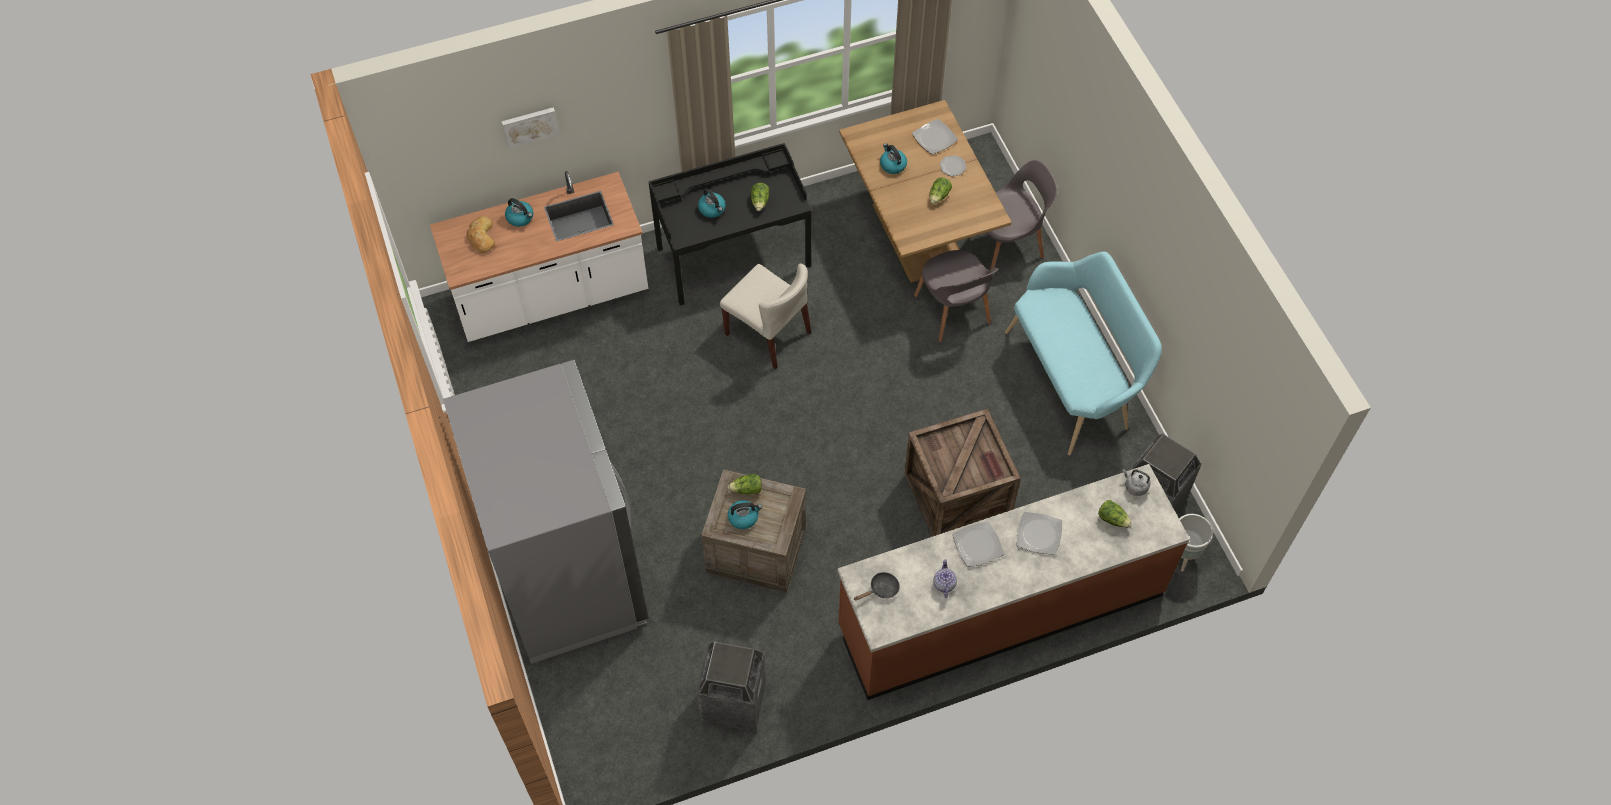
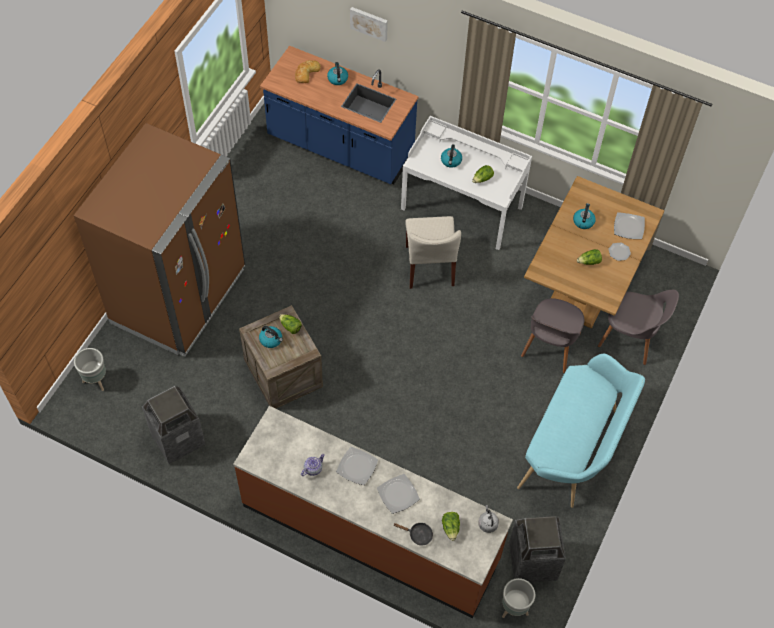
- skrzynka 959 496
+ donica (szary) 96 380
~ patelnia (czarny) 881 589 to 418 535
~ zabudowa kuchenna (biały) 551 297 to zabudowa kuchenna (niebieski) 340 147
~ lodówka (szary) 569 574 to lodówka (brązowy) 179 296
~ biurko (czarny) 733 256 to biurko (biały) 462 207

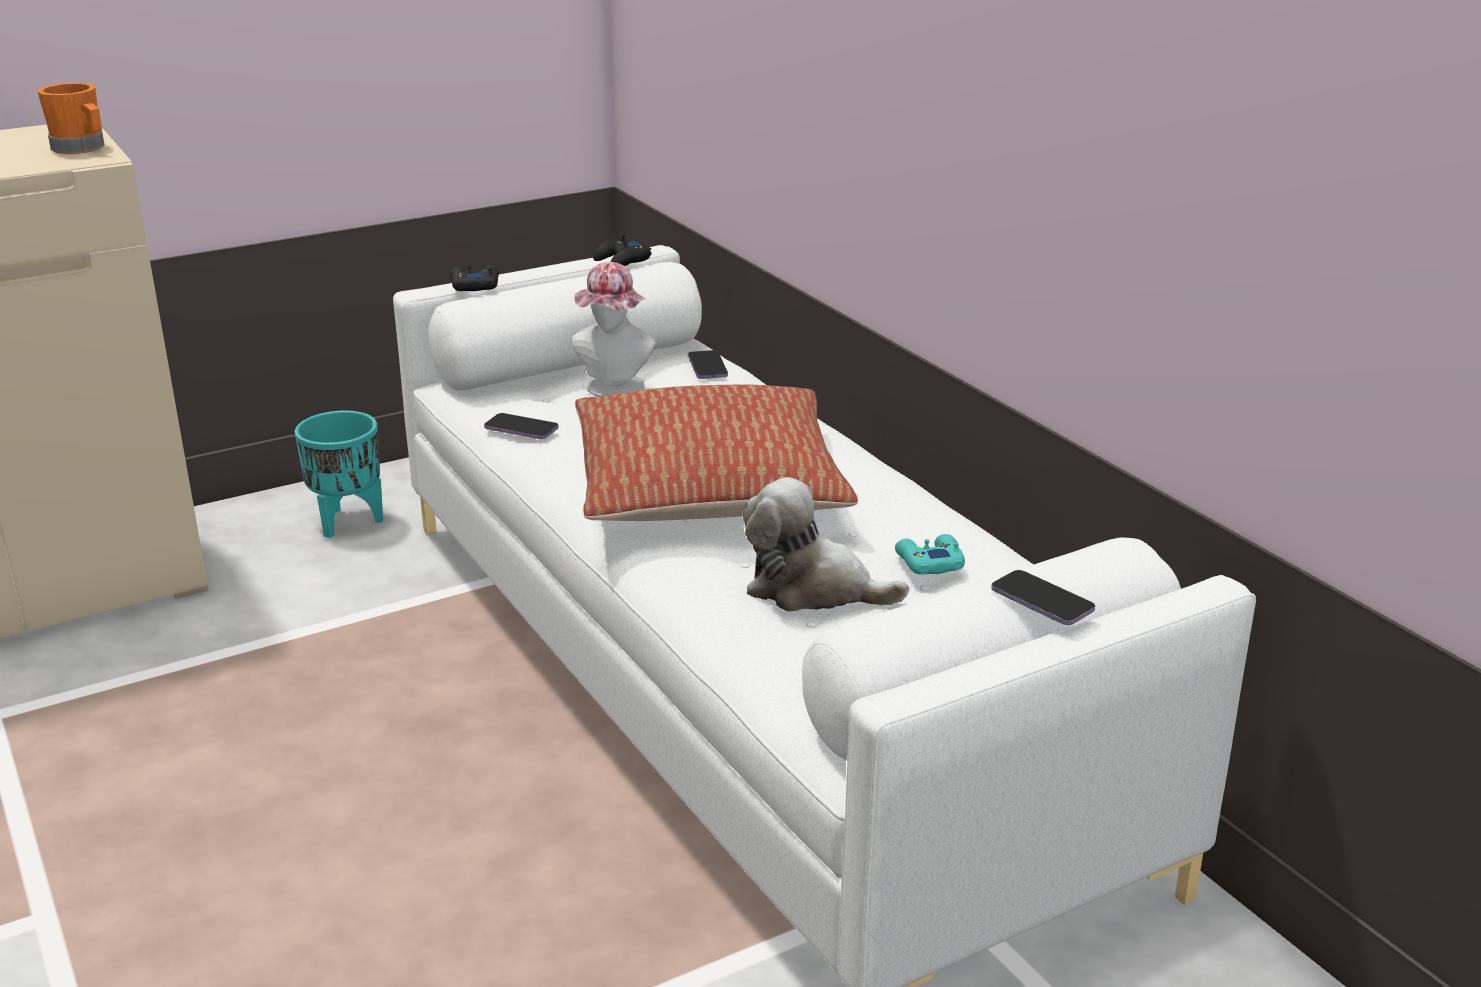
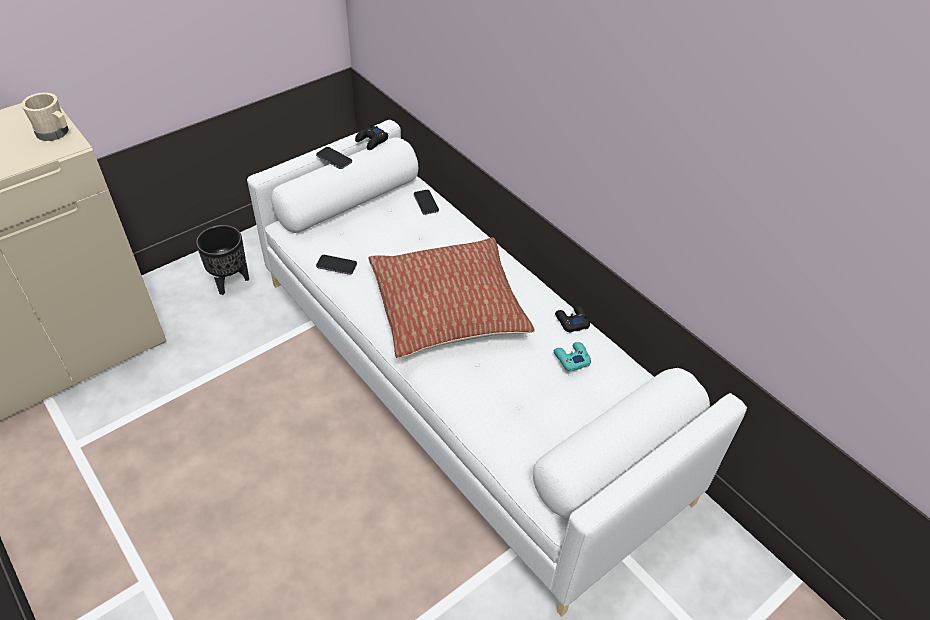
- kapelusz 614 390
- pluszak 812 589
~ pad do gier (czarny) 474 286 to 571 321
~ telefon 1042 601 to 334 159
~ kubek (pomarańczowy) 82 148 to kubek (beżowy) 55 133
~ donica (turkusowy) 347 522 to donica (czarny) 229 282

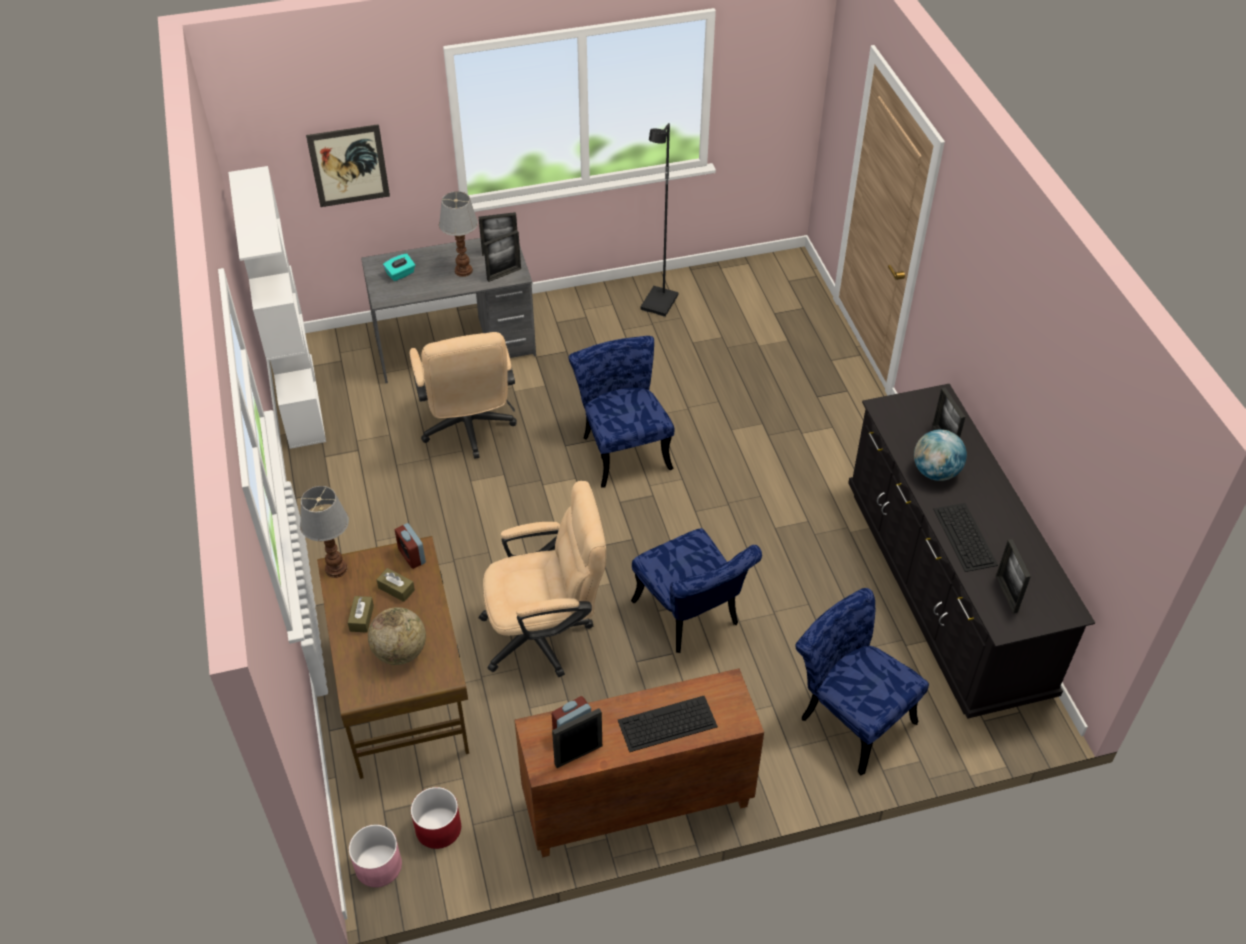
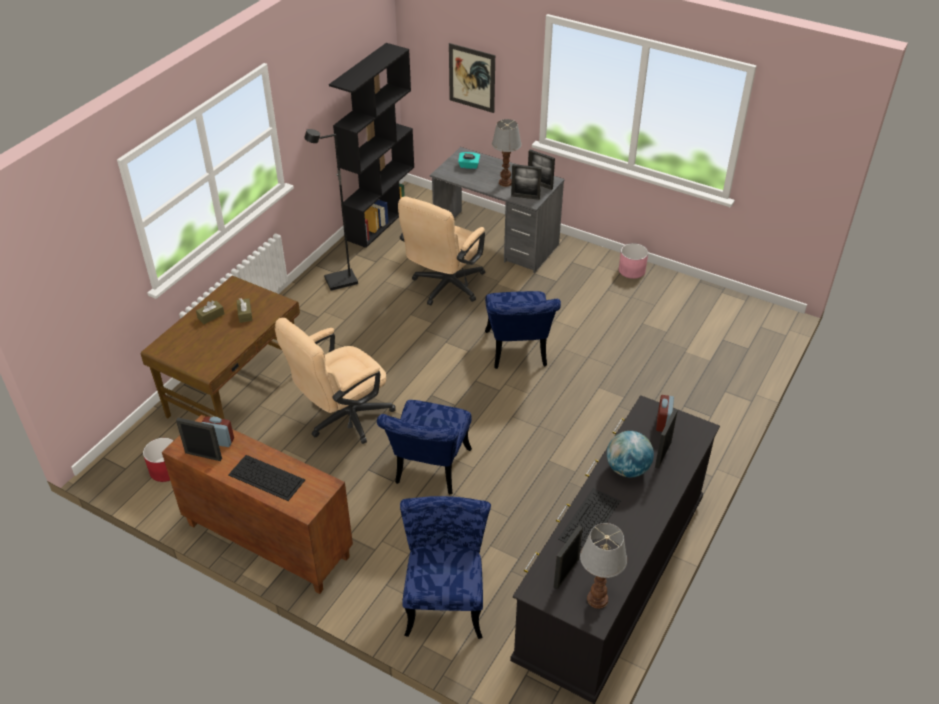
- globus 400 652
~ lampa stołowa 335 569 to 596 599
~ donica (różowy) 378 865 to 632 270
~ budzik 412 556 to 663 423
~ lampa stojąca (czarny) 660 303 to 341 281
~ regał (biały) 300 400 to regał (czarny) 380 219
~ krzesło biurowe (beżowy) 546 634 = 342 419 105 degrees clockwise
~ krzesło (niebieski) 622 447 = 517 353 150 degrees clockwise

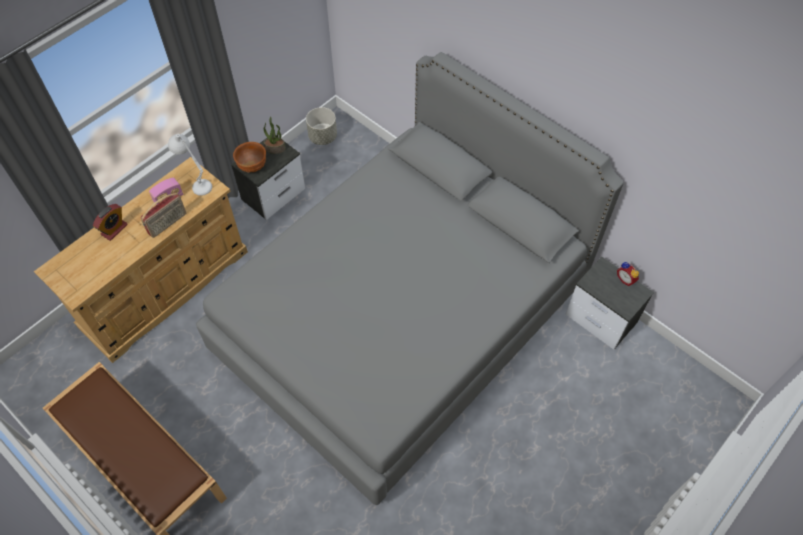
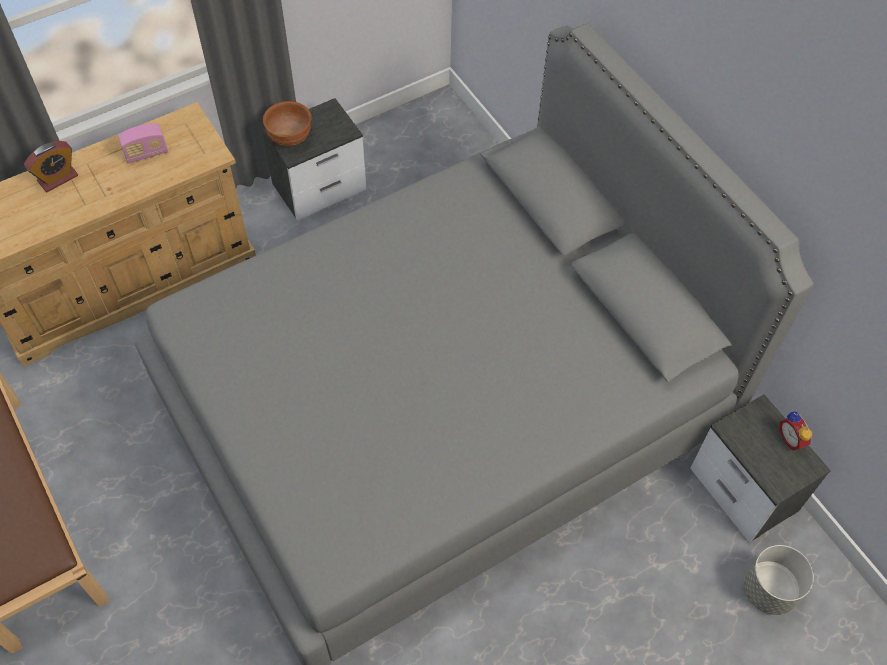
- radio 168 224
- lampa stołowa (biały) 197 183
- roślina doniczkowa 275 148
~ donica (szary) 322 137 to 768 590

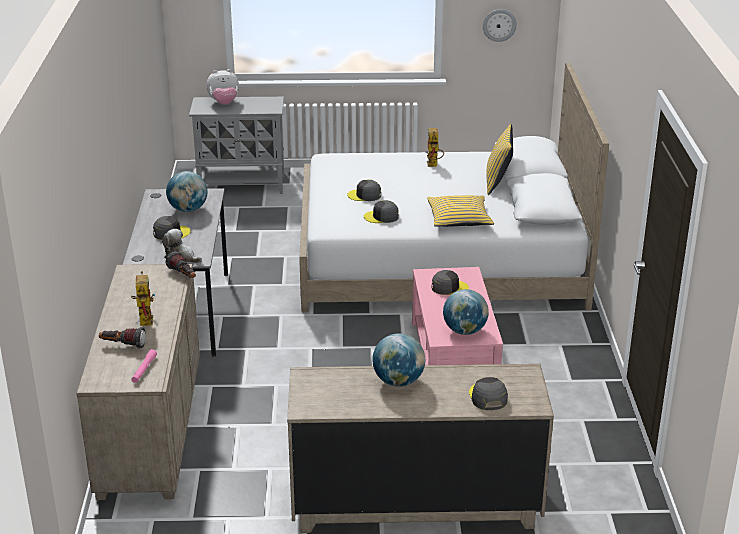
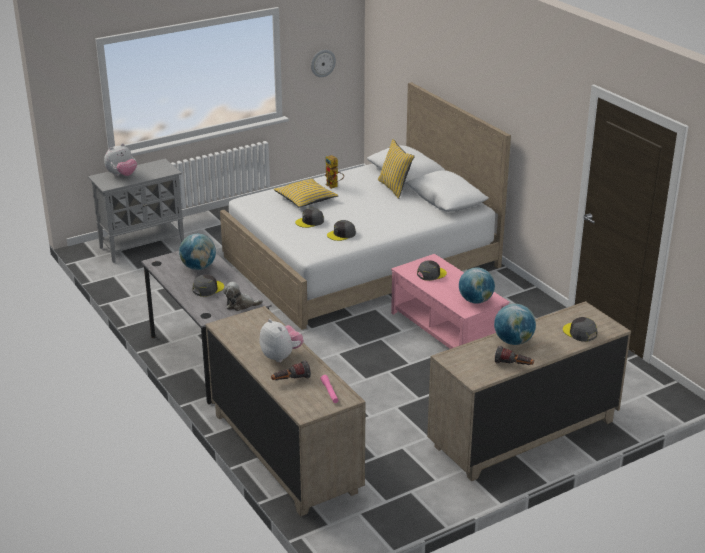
~ latarka 183 275 to 513 365
~ poduszka (żółty) 459 218 to 305 199
~ robot zabawkowy 144 318 to pluszak 281 356

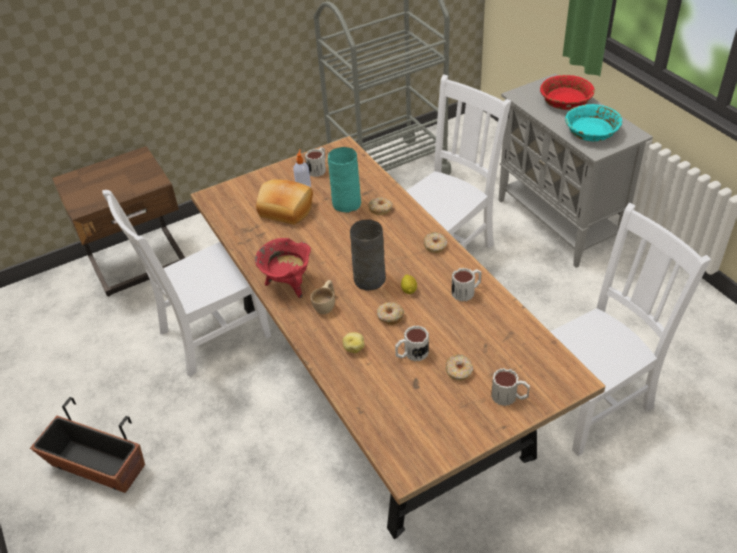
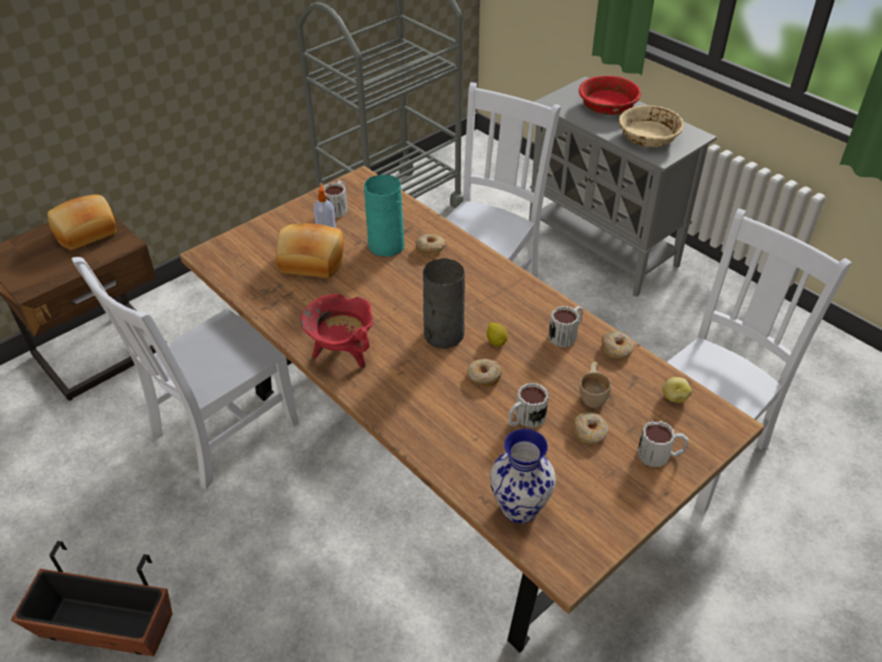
+ chleb 86 233
+ wazon 520 509
~ filiżanka (beżowy) 326 305 to 593 394
~ ziemniak 354 348 to 674 397
~ donut 435 246 to 617 349
~ miska (turkusowy) 591 131 to miska (beżowy) 648 136

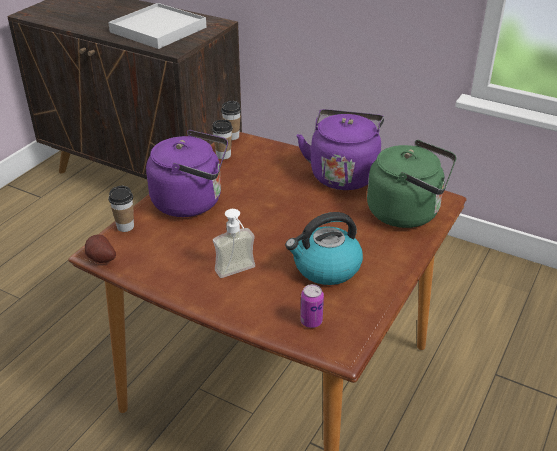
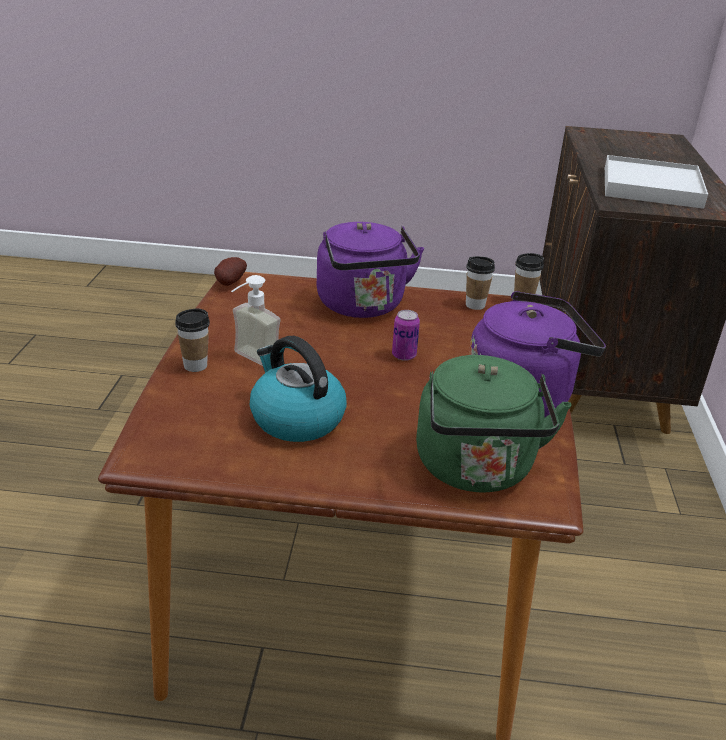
~ filiżanka 125 227 to 195 366
~ puszka 311 321 to 404 355

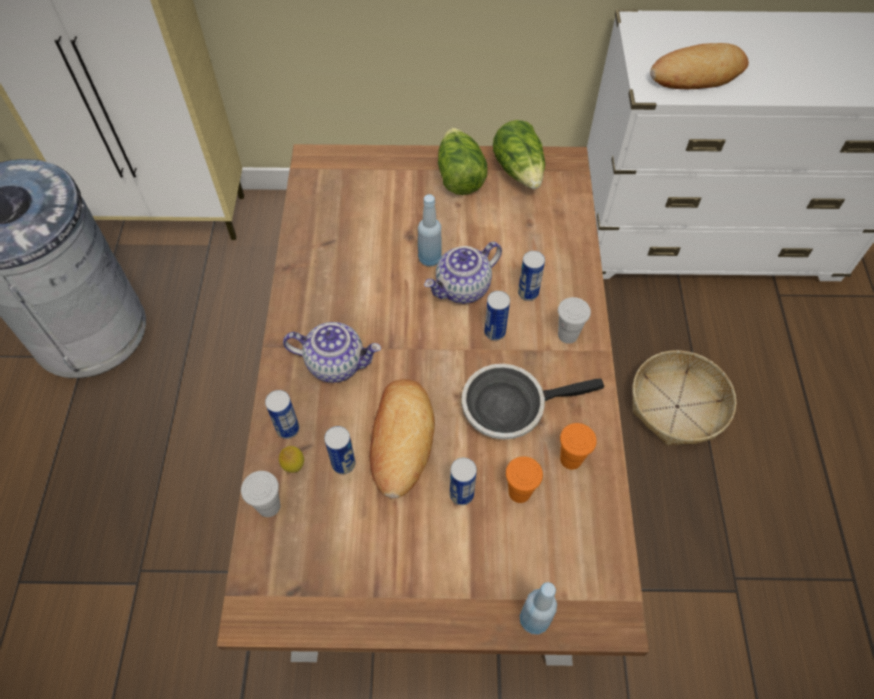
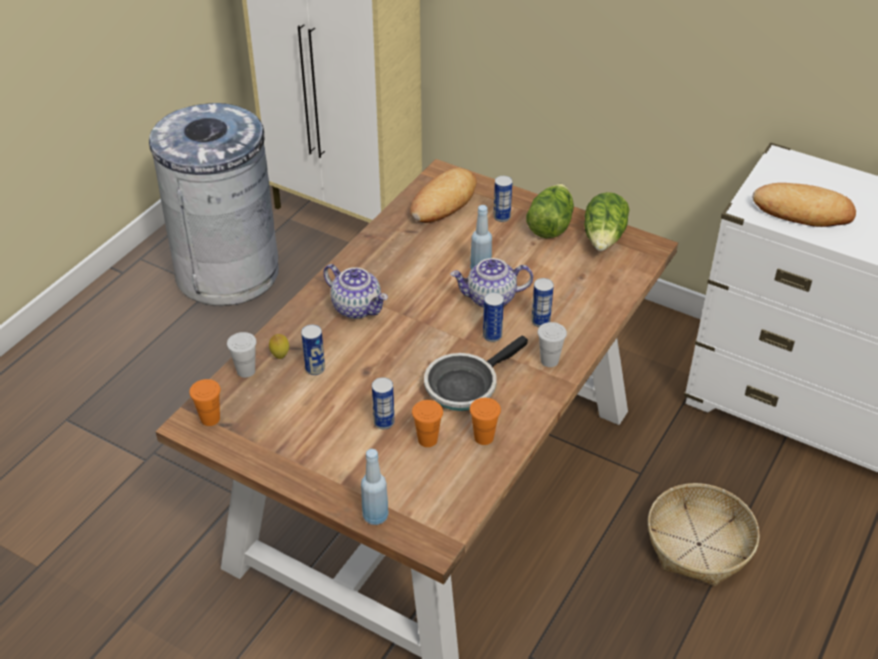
+ filiżanka (pomarańczowy) 210 419
~ puszka 288 429 to 501 217
~ chleb 400 439 to 443 201
~ patelnia 510 405 = 465 385 60 degrees counterclockwise

